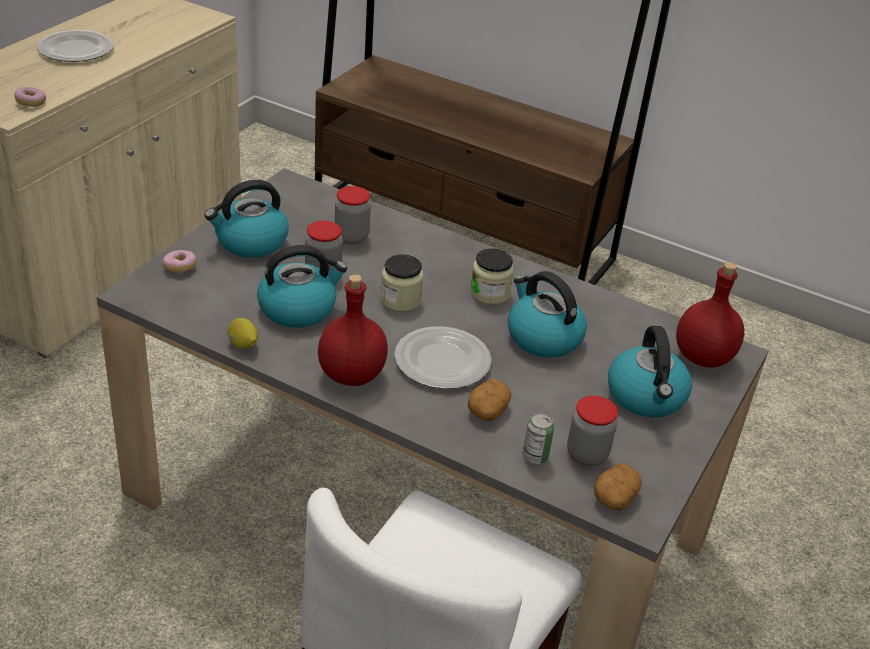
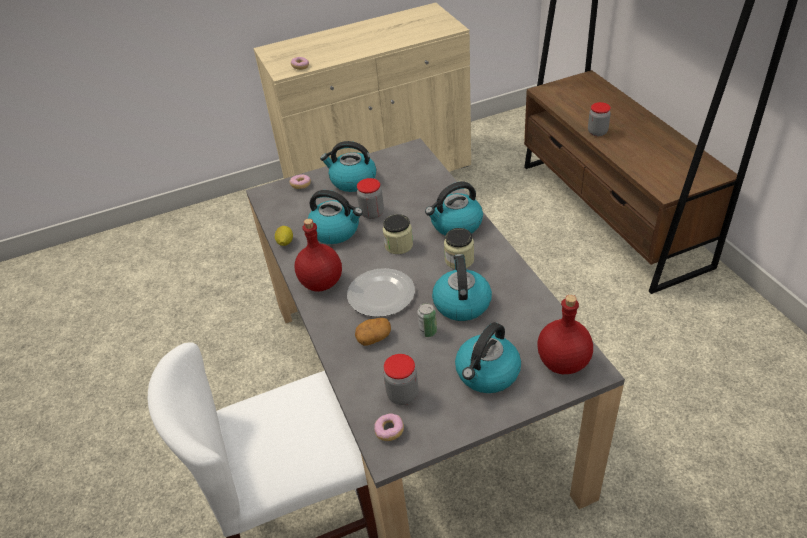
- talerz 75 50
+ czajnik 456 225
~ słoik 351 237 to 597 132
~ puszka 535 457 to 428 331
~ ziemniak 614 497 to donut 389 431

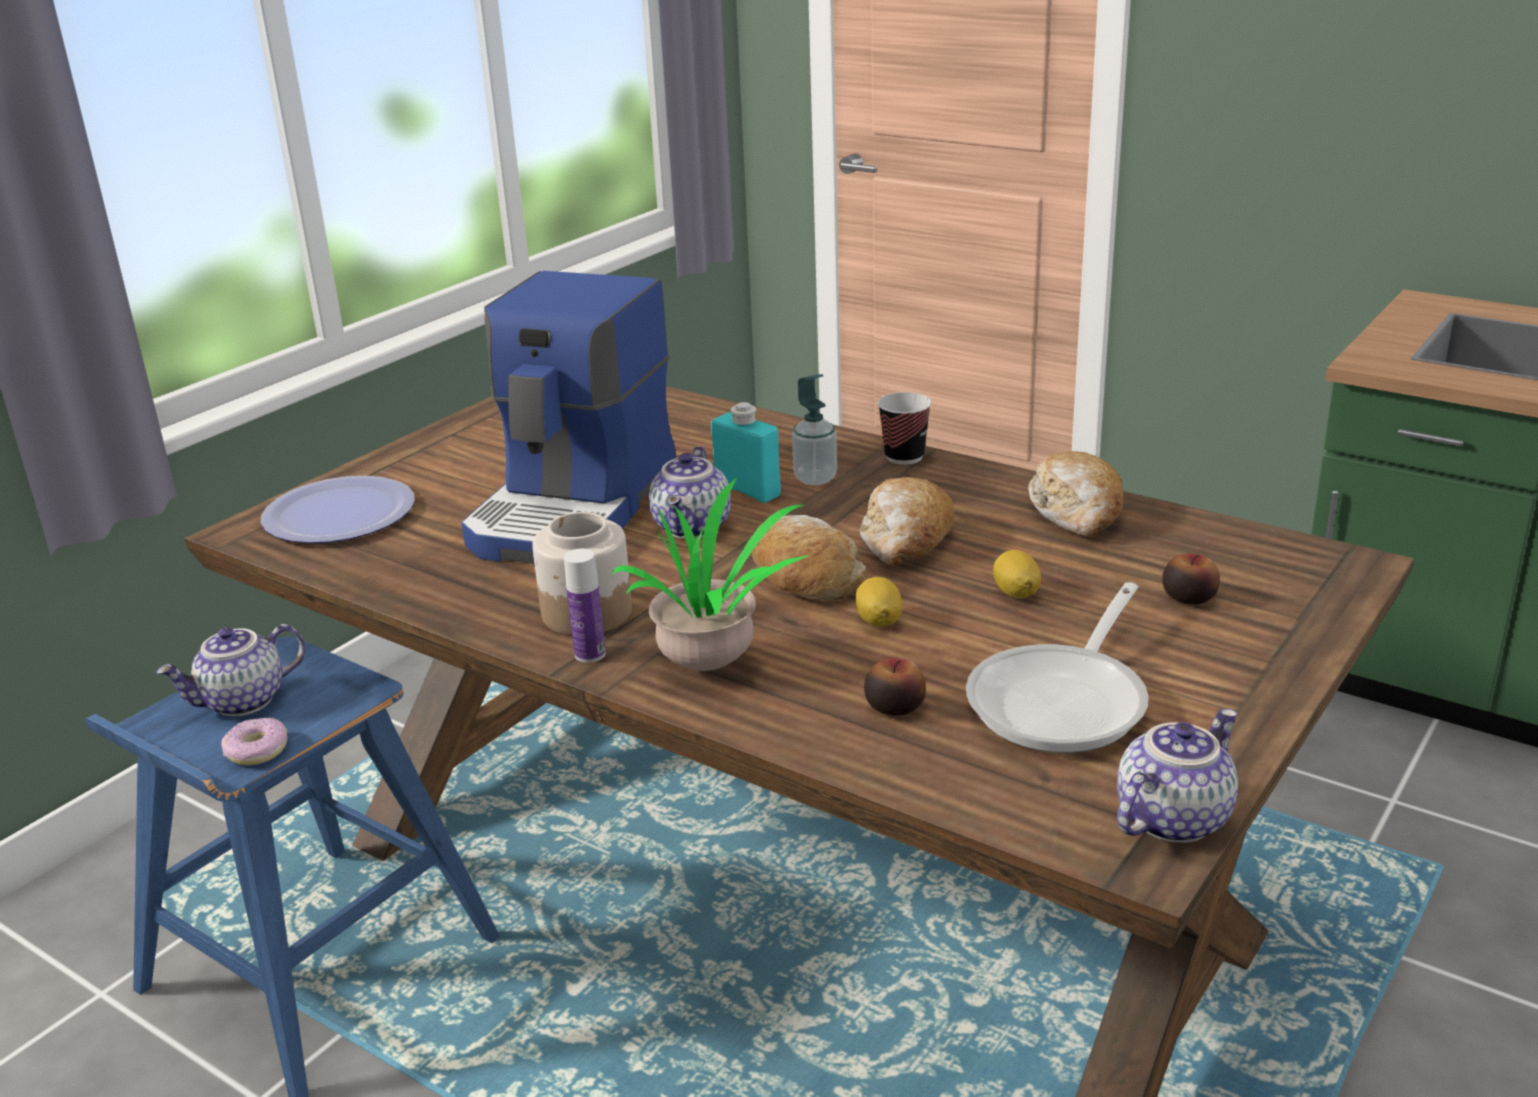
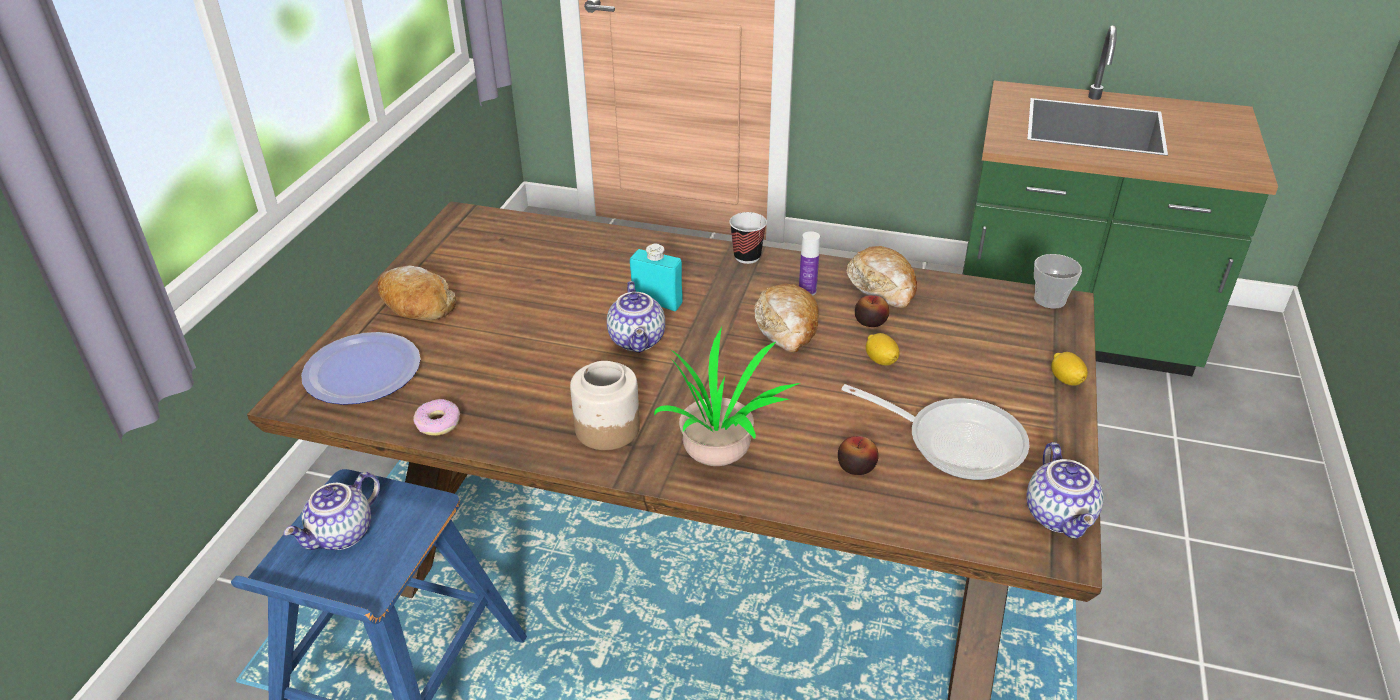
- ekspres do kawy 576 509
- dozownik mydła 815 478
+ filiżanka 1049 299
~ donut 257 750 to 438 423
~ butelka 590 654 to 807 291
~ chleb 804 576 to 416 304
~ cytryna 879 621 to 1066 380
~ jabłko 1189 597 to 870 322
~ patelnia 1064 701 = 955 441 75 degrees counterclockwise
~ imbryk 1171 817 = 1060 517 150 degrees clockwise

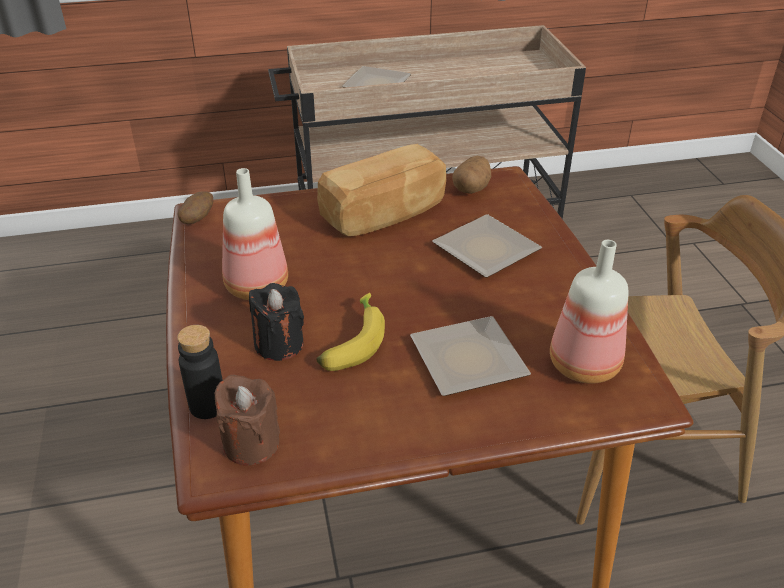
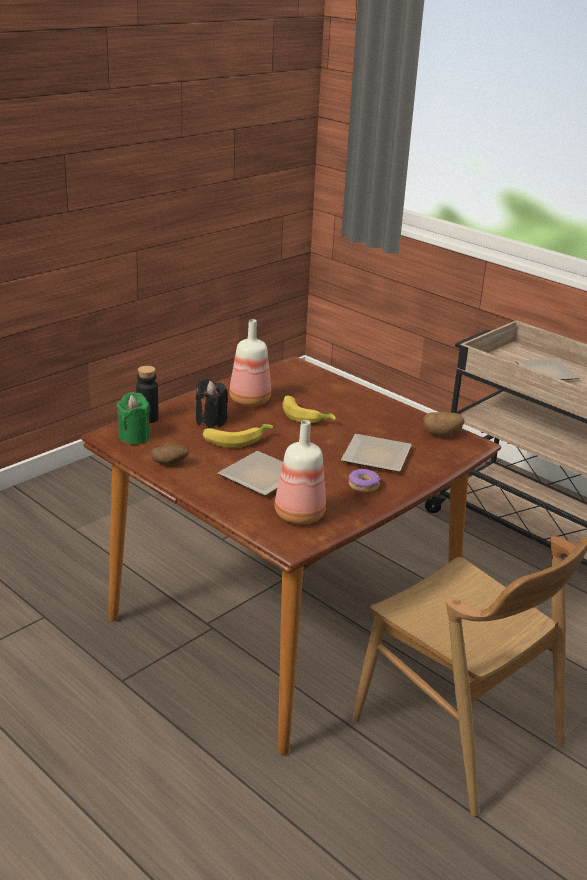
- chleb 385 214
+ banan 306 416
+ donut 364 486
~ ziemniak 197 219 to 170 464
~ świeca (brązowy) 251 444 to świeca (zielony) 134 437

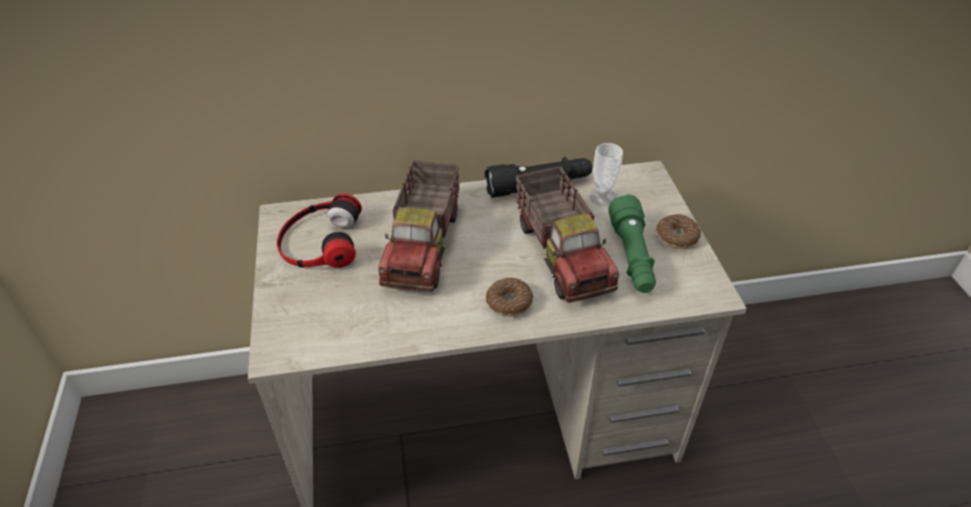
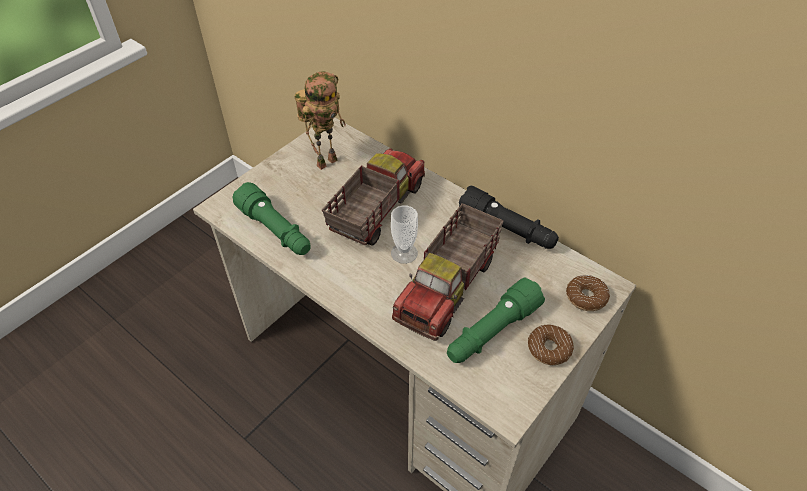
+ latarka (zielony) 276 231
~ donut 509 302 to 586 297
~ filiżanka 602 197 to 404 253
~ słuchawki 319 241 to robot zabawkowy 326 161
~ ciężarówka zabawkowa 425 245 = 376 210 150 degrees clockwise

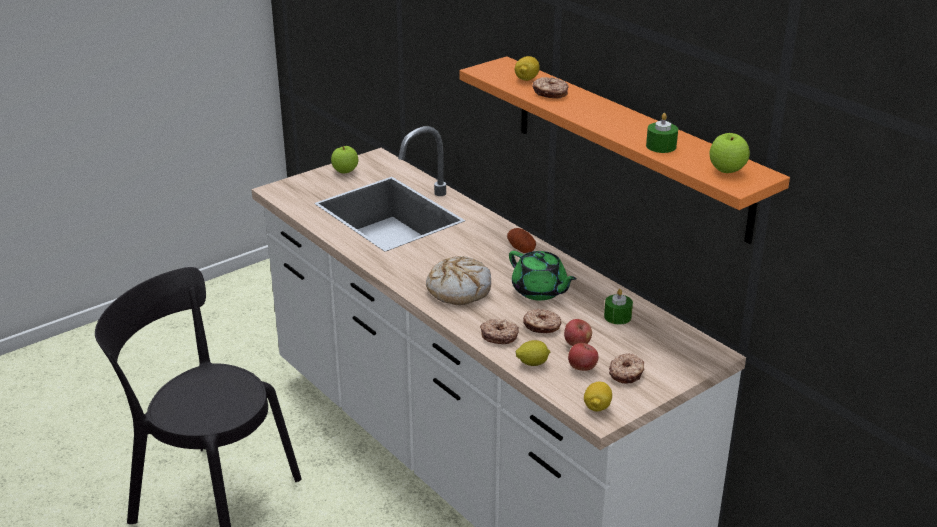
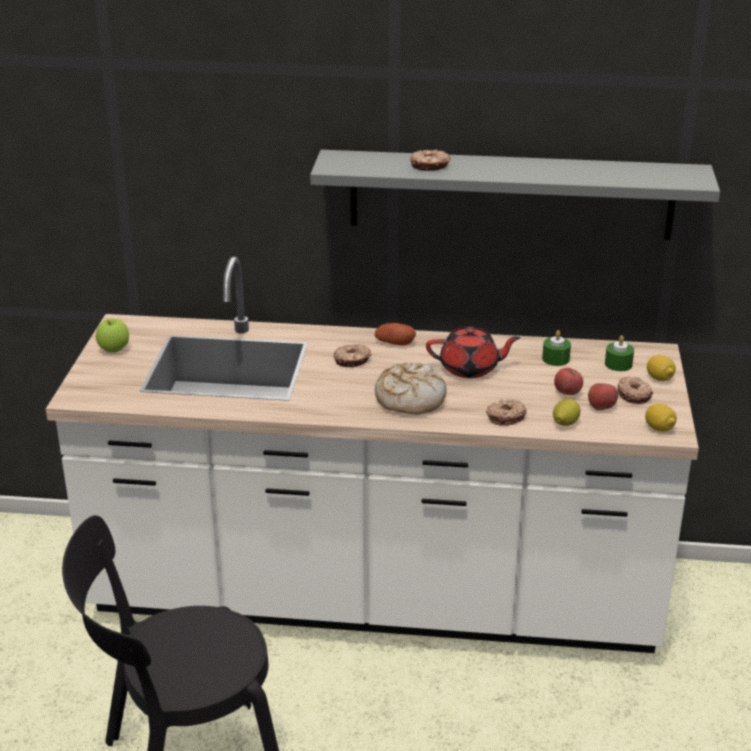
- jabłko 727 170
~ cytryna 526 79 to 659 378
~ donut 541 326 to 352 361
~ świeca (zielony) 661 146 to 618 364
~ półka (pomarańczowy) 629 146 to półka (szary) 510 194
~ imbryk (zielony) 540 291 to imbryk (czerwony) 470 368

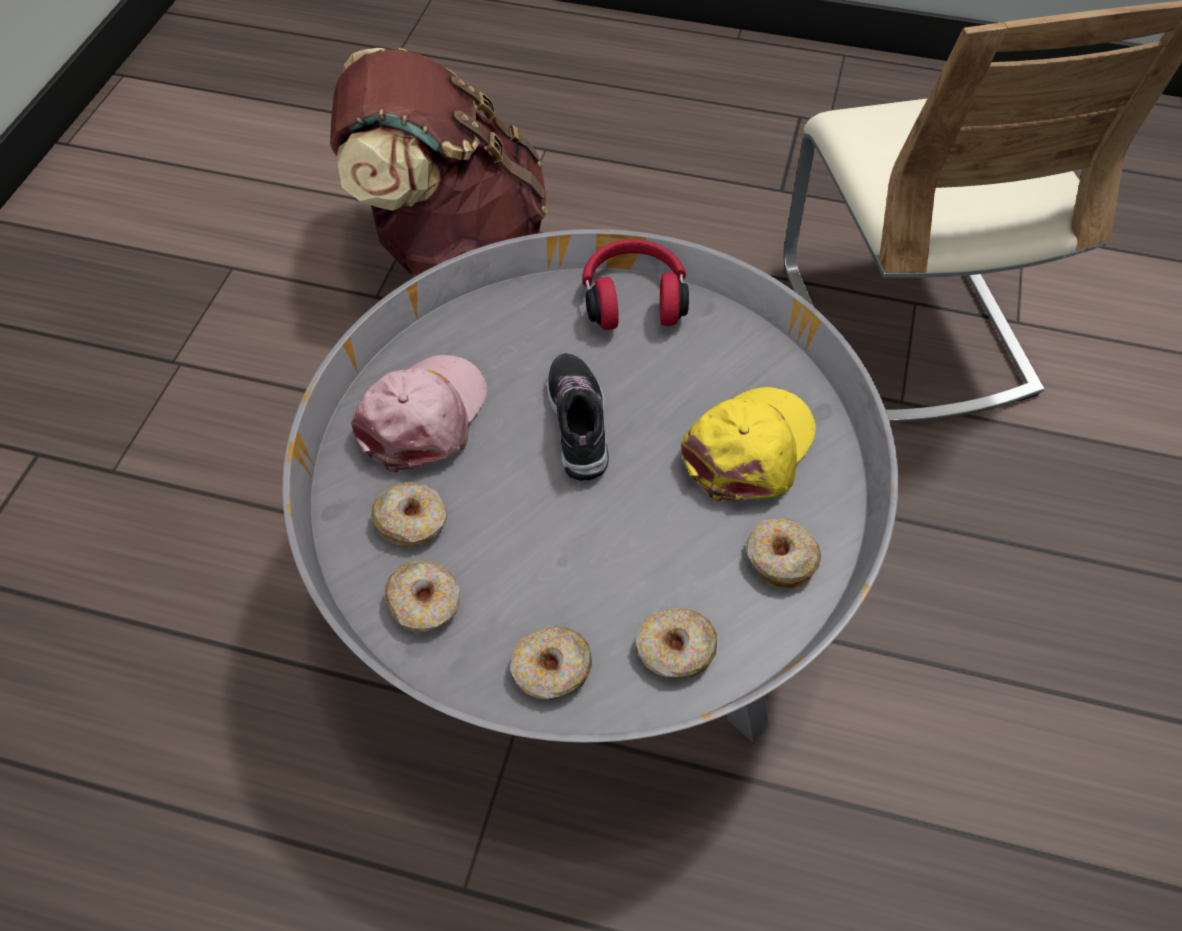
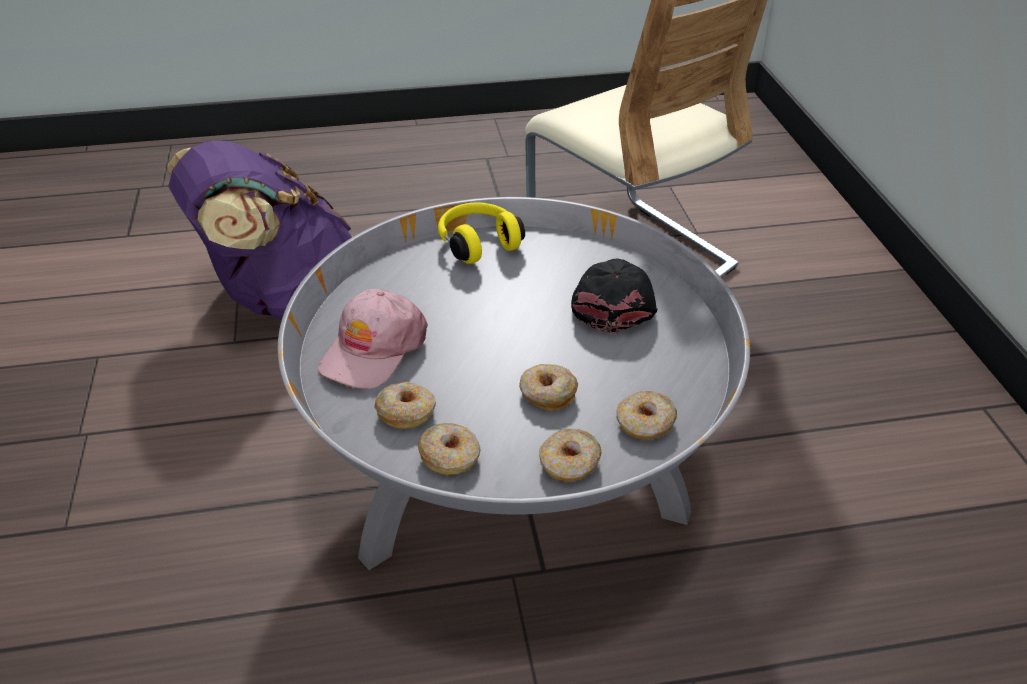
- but 578 423
~ donut 780 559 to 547 394
~ plecak (brązowy) 451 249 to plecak (fioletowy) 278 296
~ słuchawki (czerwony) 633 298 to słuchawki (żółty) 478 243
~ czapka z daszkiem (żółty) 749 449 to czapka z daszkiem (czarny) 614 301
~ czapka z daszkiem (różowy) 424 417 = 373 350 150 degrees counterclockwise

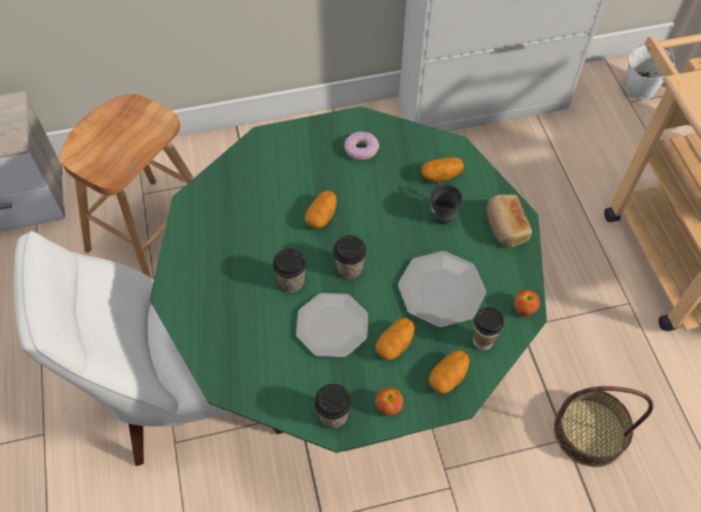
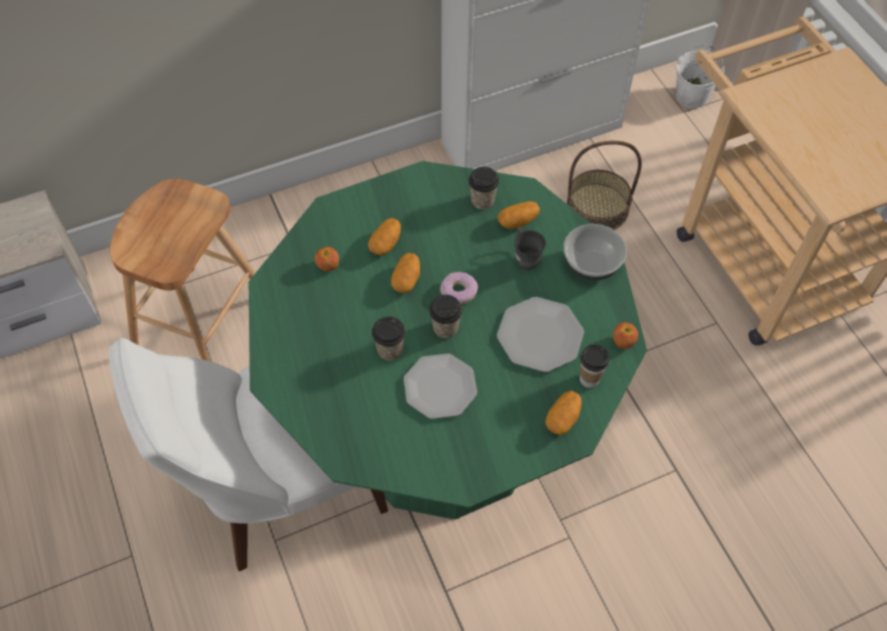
~ filiżanka 333 415 to 482 201
~ donut 361 149 to 458 291
~ jabłko 388 406 to 328 265
~ ziemniak 395 344 to 385 243
~ koszyk 589 431 to 597 207
~ chleb 505 227 to miska 590 264

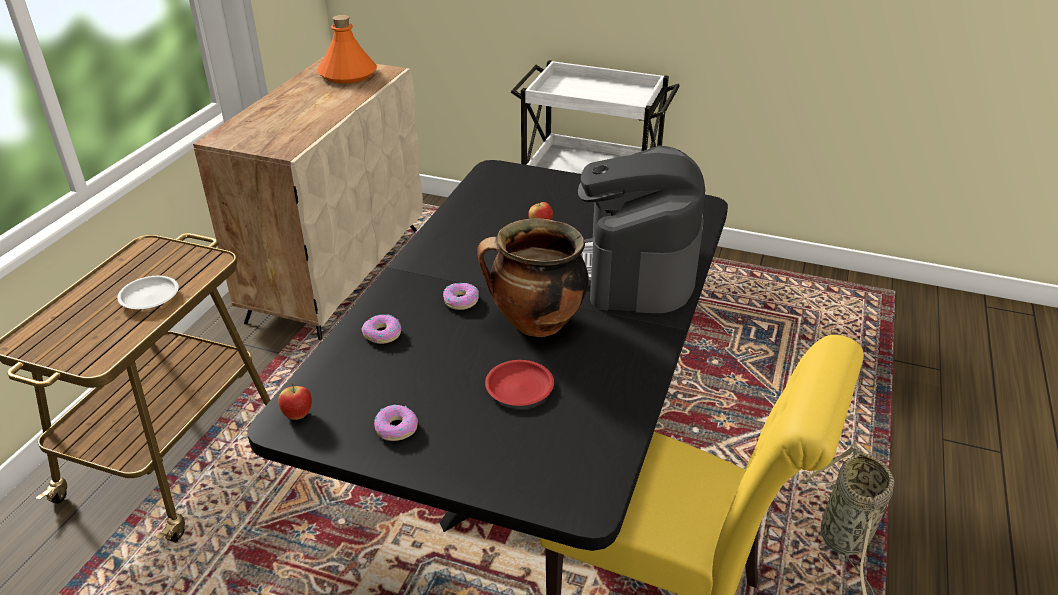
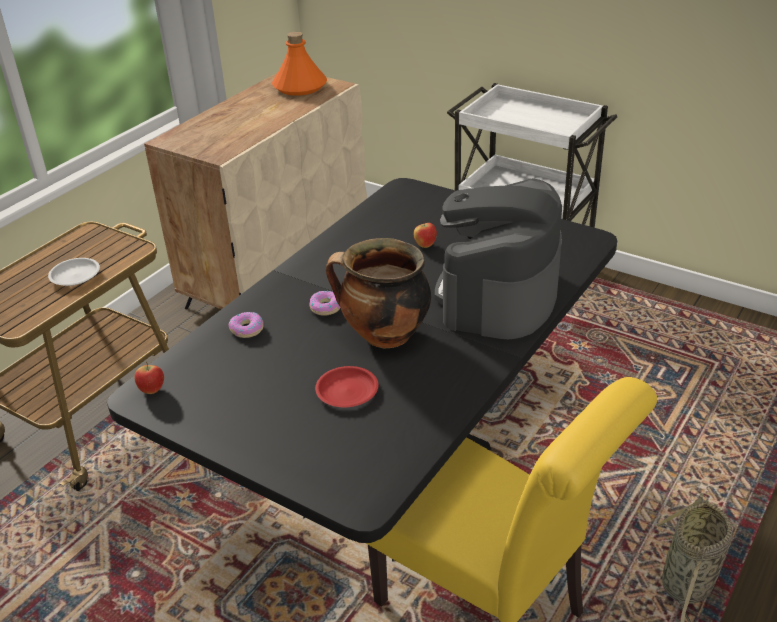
- donut 396 428

